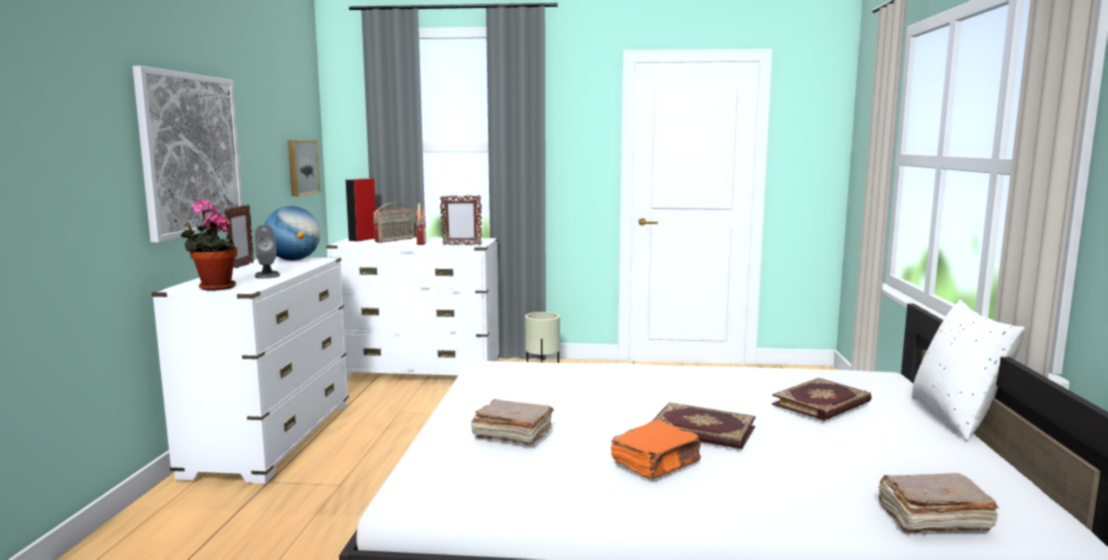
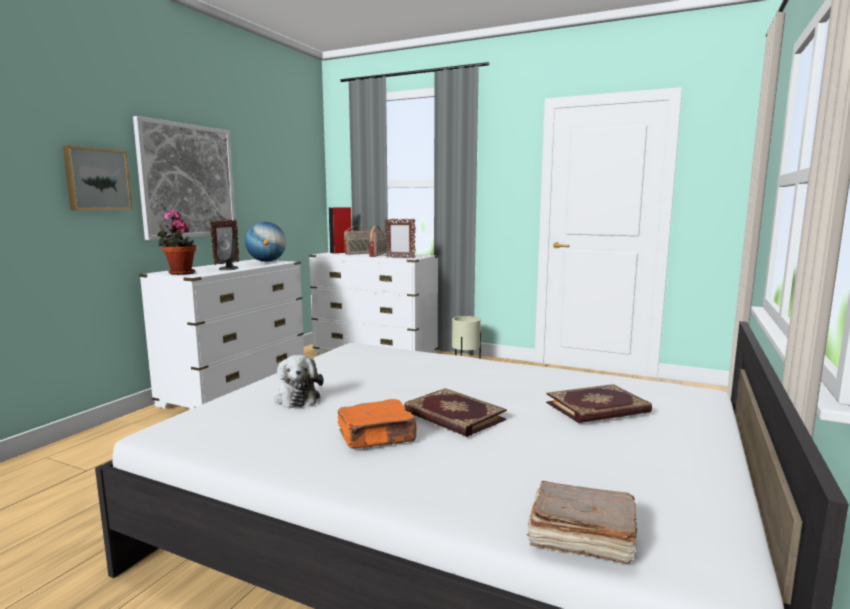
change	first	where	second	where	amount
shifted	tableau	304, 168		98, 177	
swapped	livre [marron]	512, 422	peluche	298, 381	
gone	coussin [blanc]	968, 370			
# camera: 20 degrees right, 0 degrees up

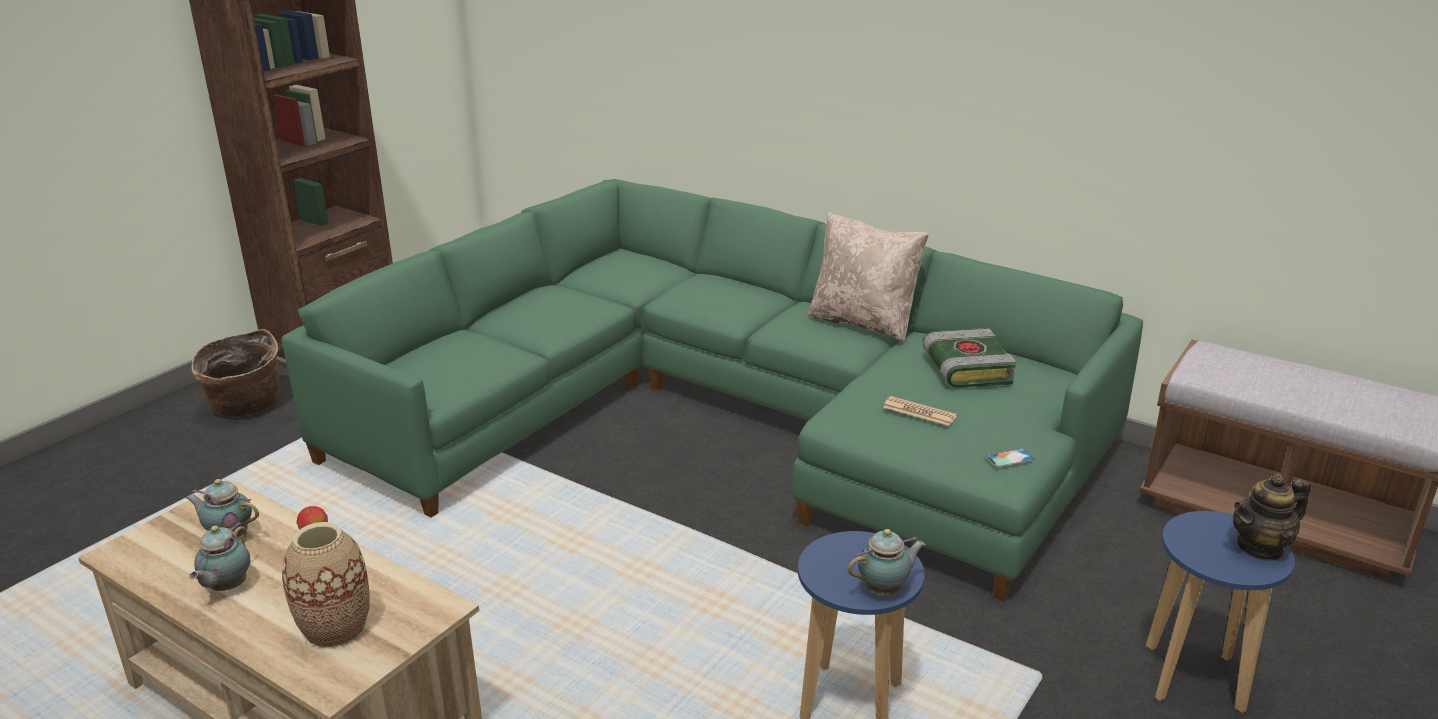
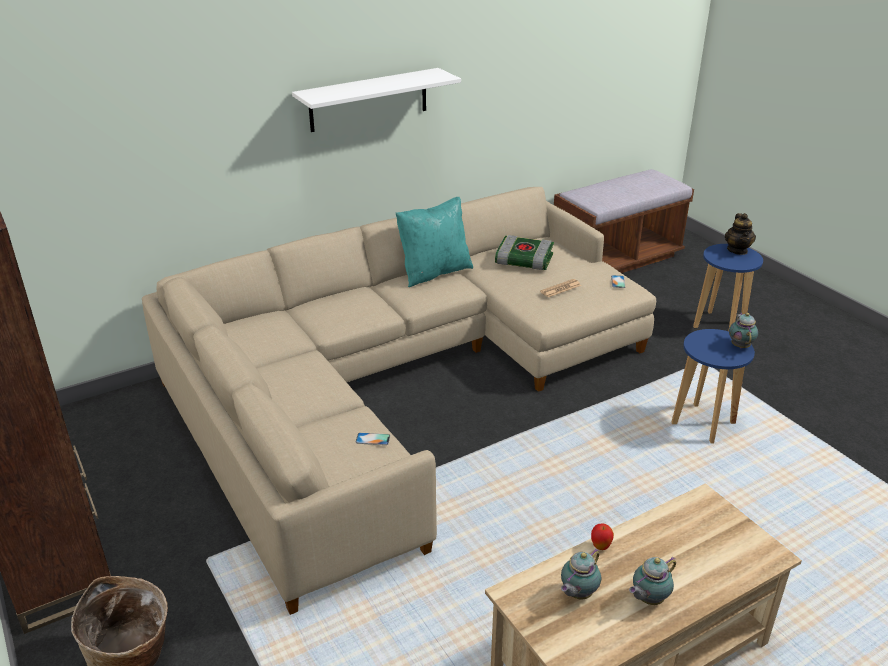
change	first	where	second	where	amount
repainted	canapé [vert]	712, 390	canapé [beige]	399, 401	
new			étagère [blanc]	376, 100	
new			téléphone	372, 439	
repainted	coussin [beige]	868, 277	coussin [turquoise]	434, 242	
rotated	théière	220, 556		652, 580	105 degrees clockwise
gone	vase	326, 585			
# camera: 65 degrees left, 5 degrees up

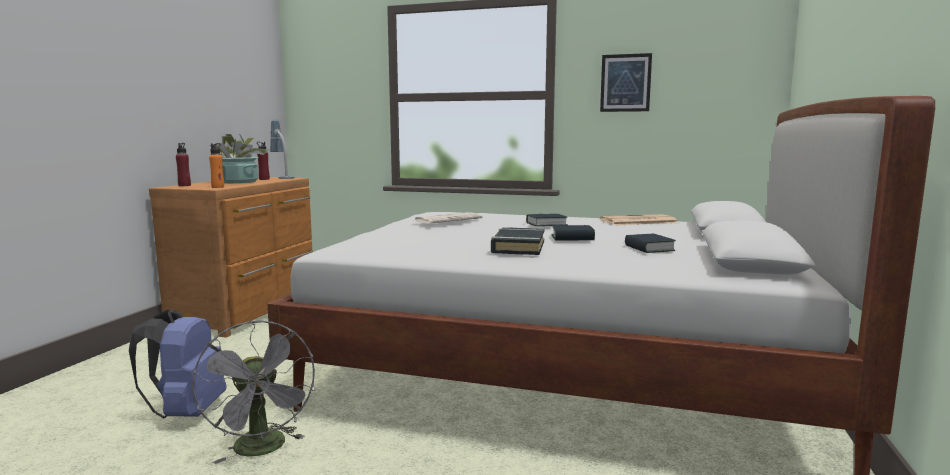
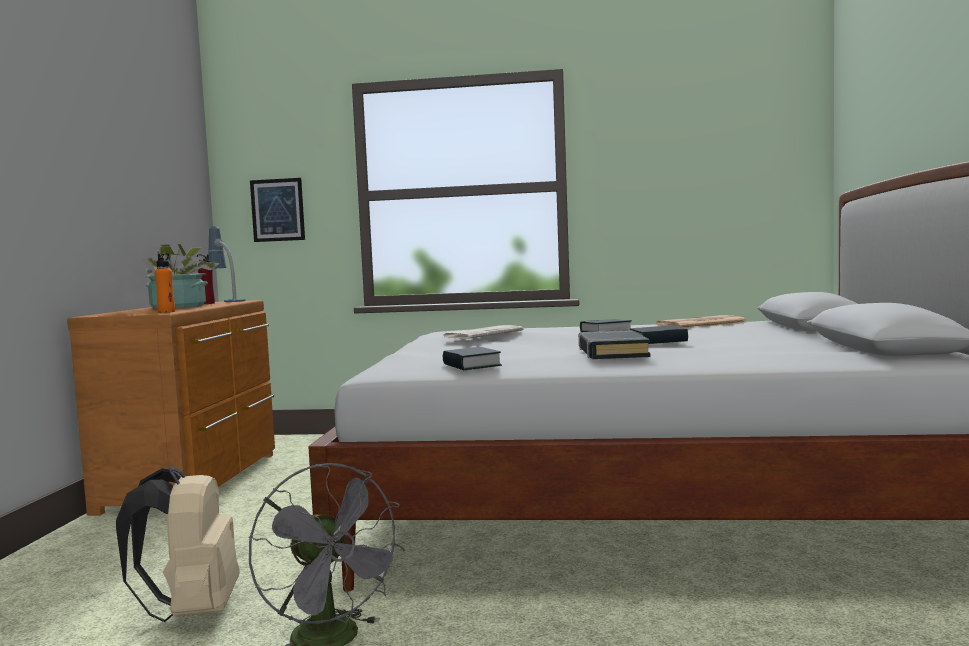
change	first	where	second	where	amount
repainted	sac à dos [bleu]	177, 363	sac à dos [beige]	178, 544	
shifted	tableau	626, 82		277, 210	
shifted	livre	650, 243		472, 358	
gone	bouteille [rouge]	183, 164			
# camera: 10 degrees left, 5 degrees down

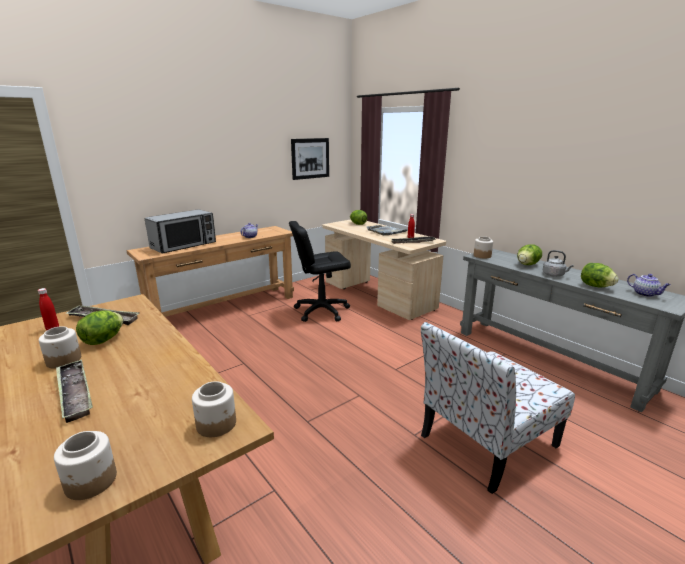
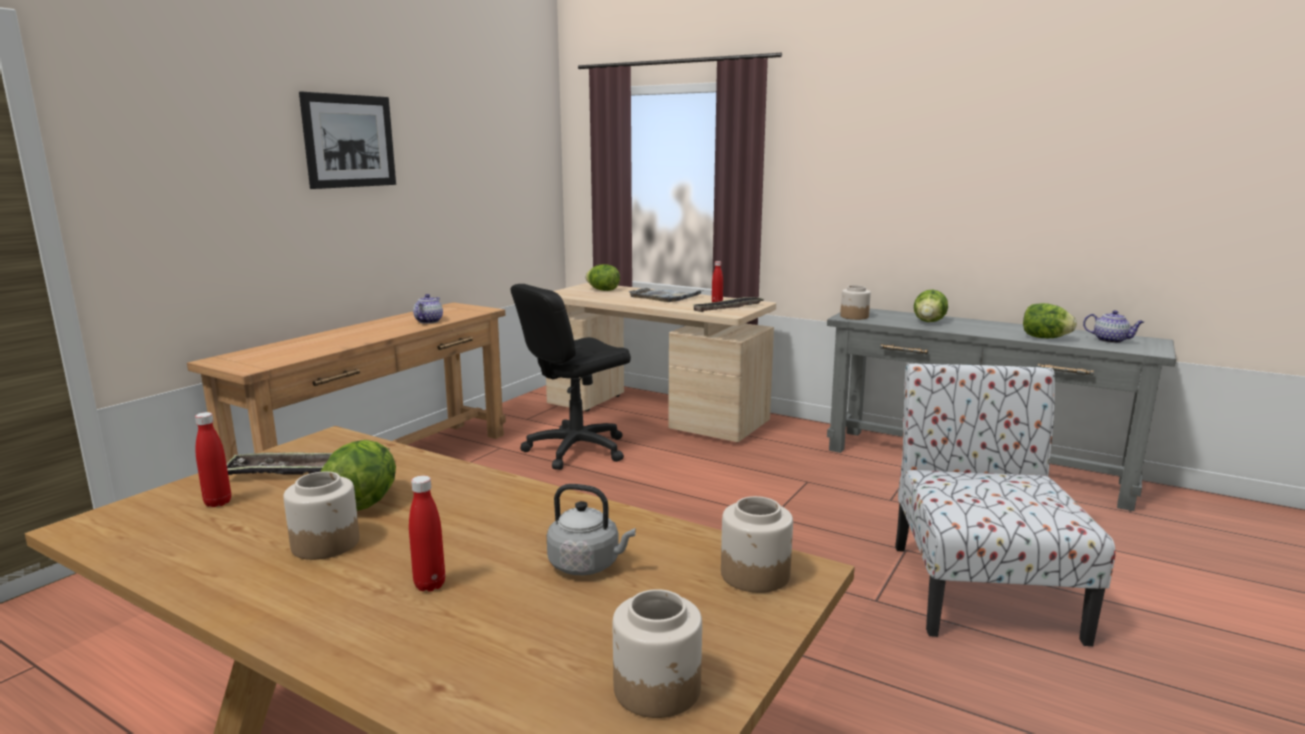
change	first	where	second	where	amount
shifted	tableau	310, 159		347, 140	
swapped	plateau	74, 391	bouteille [rouge]	427, 534	
shifted	bouilloire [gris]	558, 263		591, 529	
rotated	chaise	498, 408		1005, 505	150 degrees clockwise
gone	micro-ondes	180, 231			
# camera: 20 degrees left, 5 degrees down

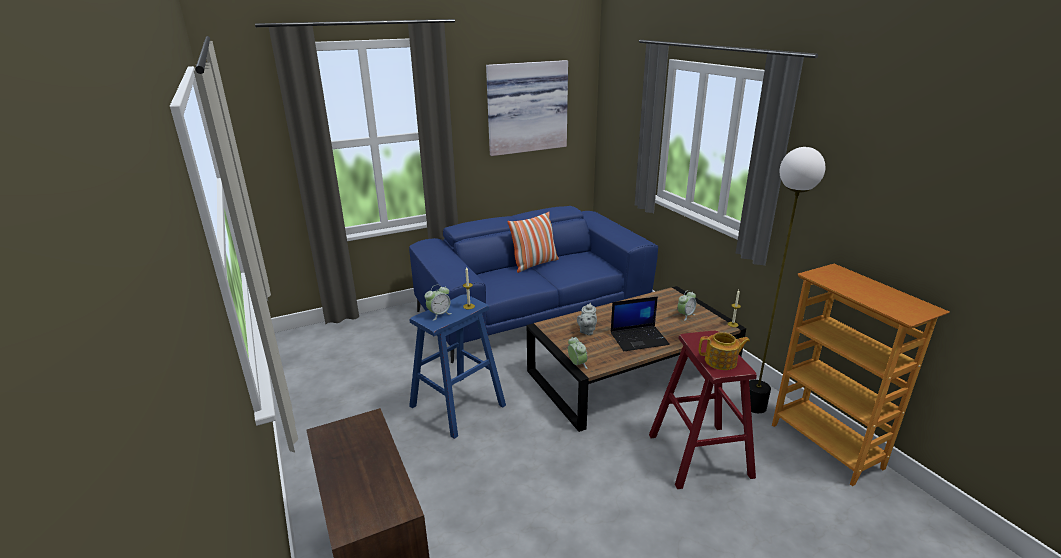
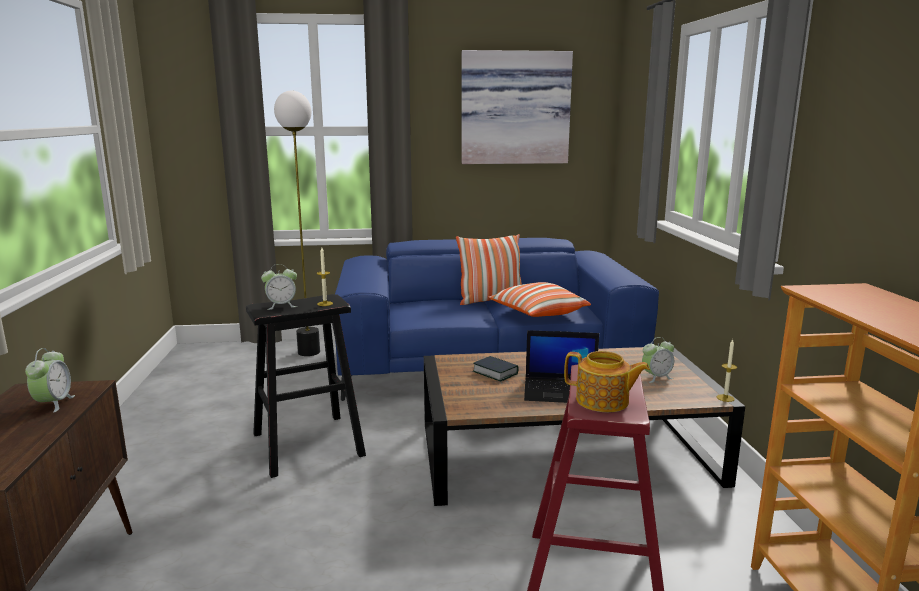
change	first	where	second	where	amount
shifted	réveil	578, 353		50, 380	
repainted	tabouret [bleu]	457, 366	tabouret [noir]	306, 386	
shifted	lampadaire	787, 280		297, 223	
swapped	théière [gris]	587, 319	livre	496, 369	
new			coussin	539, 299	
# camera: 20 degrees right, 10 degrees down

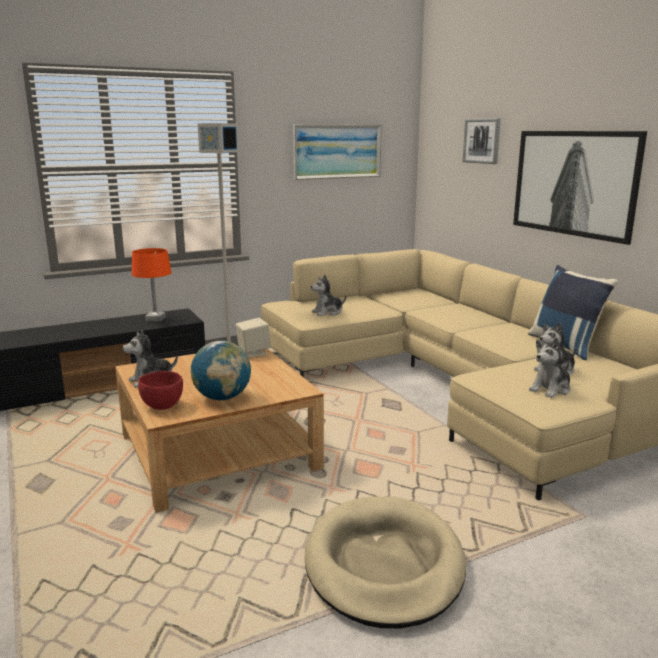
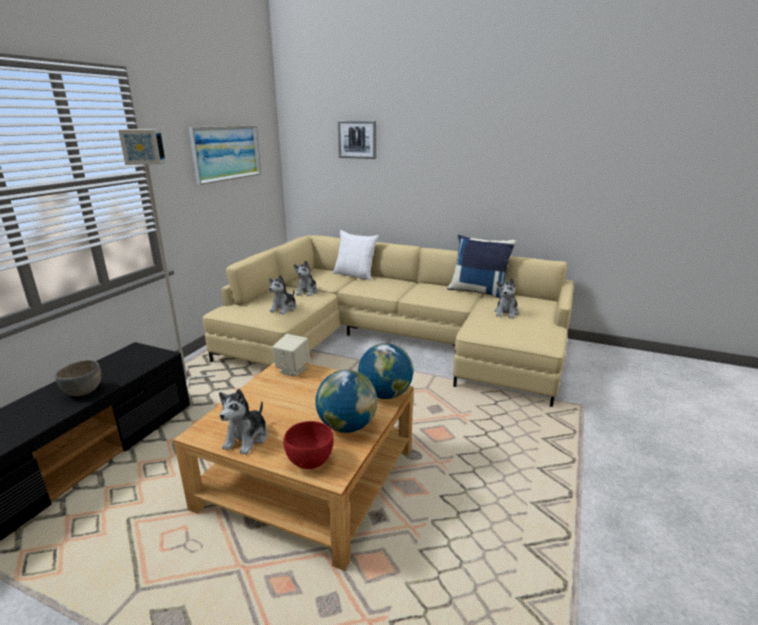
change	first	where	second	where	amount
new			bol [gris]	78, 378	
shifted	peluche	549, 368		306, 278	
new			coussin [blanc]	356, 255	
new			globe	385, 371	
gone	lampe de table [orange]	152, 285			
gone	panier pour chien [beige]	385, 562			
gone	tableau	580, 188			
# camera: 40 degrees left, 5 degrees up

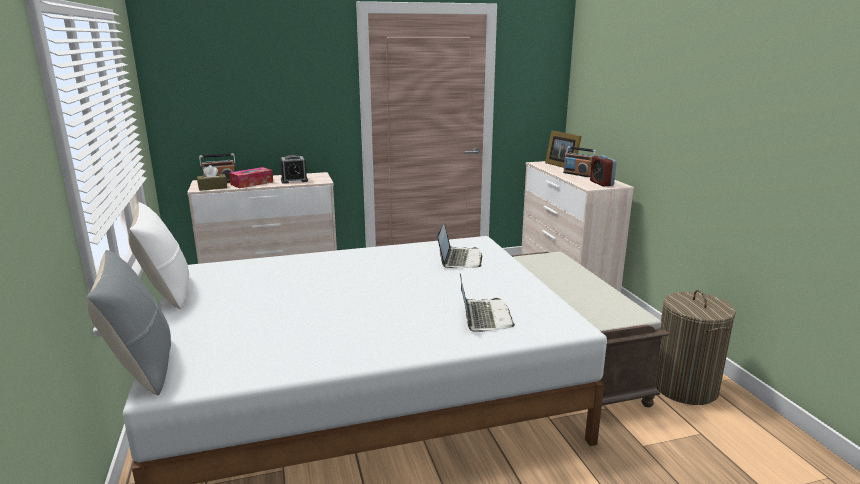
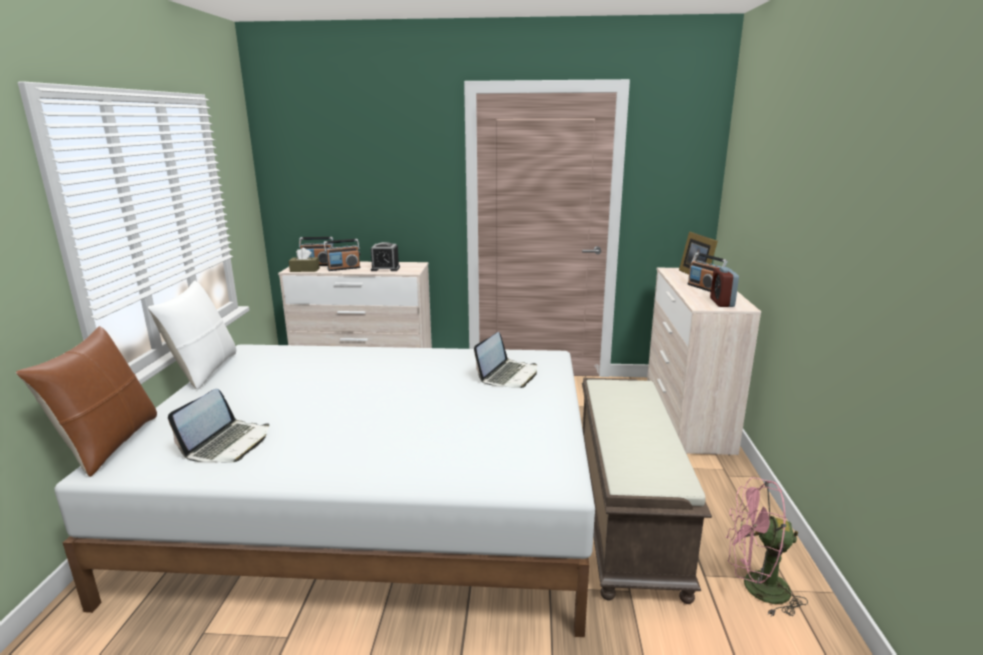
change	first	where	second	where	amount
repainted	coussin [gris]	129, 322	coussin [marron]	86, 401	
shifted	ordinateur portable	487, 303		218, 426	
swapped	boîte à mouchoirs	251, 177	radio	342, 255	
swapped	panier à linge	695, 347	ventilateur [rose]	767, 546	
# camera: 20 degrees right, 0 degrees up

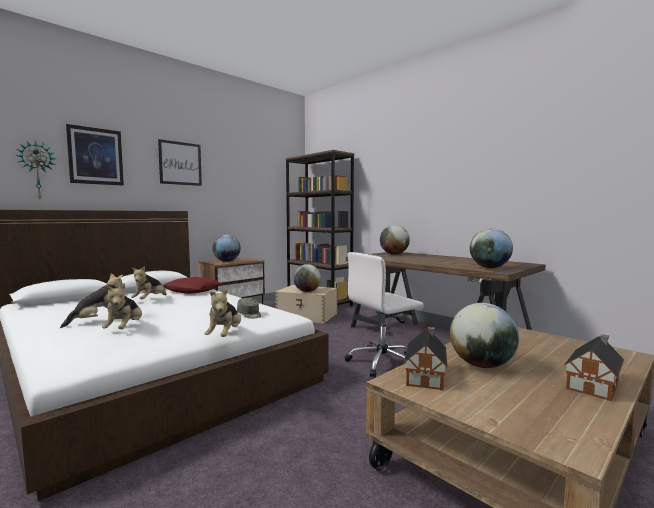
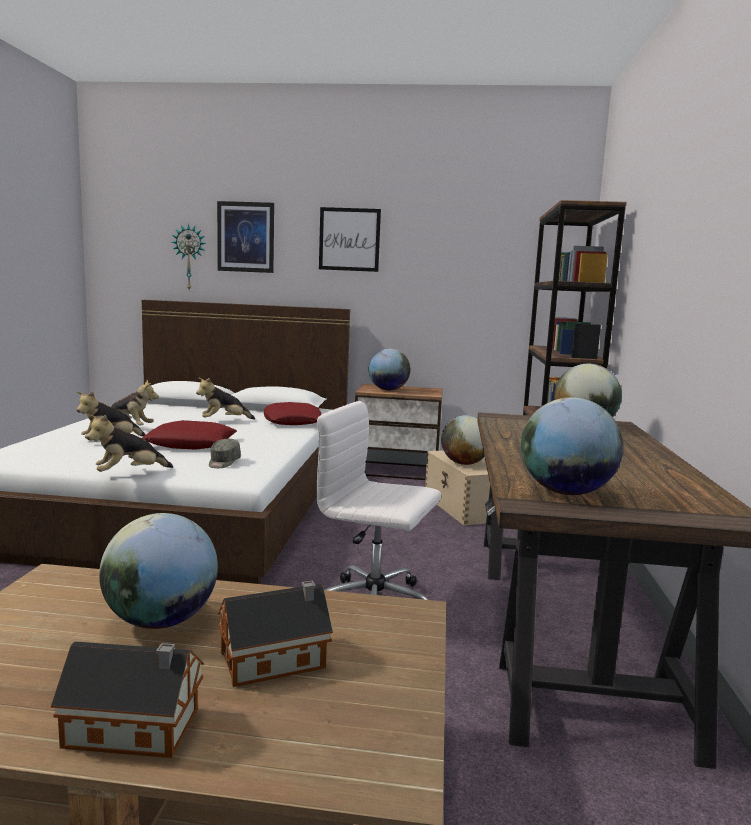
change	first	where	second	where	amount
new			coussin [rouge]	189, 435	
shifted	maison miniature	426, 359		275, 634	
# camera: 50 degrees right, 5 degrees up

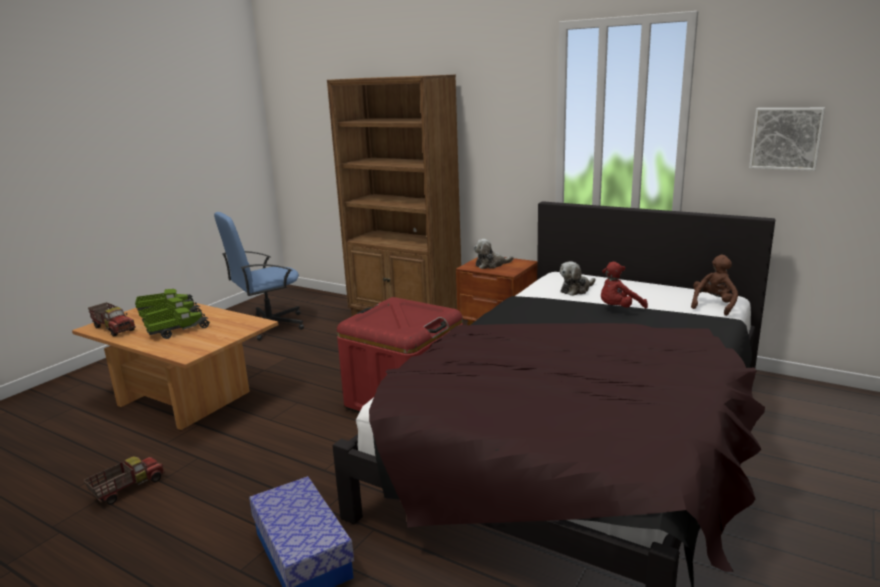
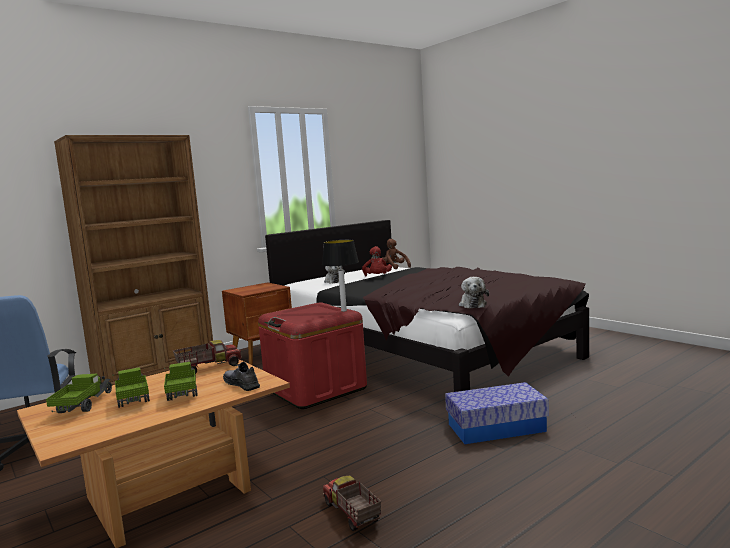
change	first	where	second	where	amount
shifted	camion jouet	112, 319		207, 357	
new			chaussure [gris]	241, 376	
new			lampe de table	340, 276	
shifted	peluche	494, 254		474, 292	
gone	tableau	787, 139			
# camera: 70 degrees left, 10 degrees down

